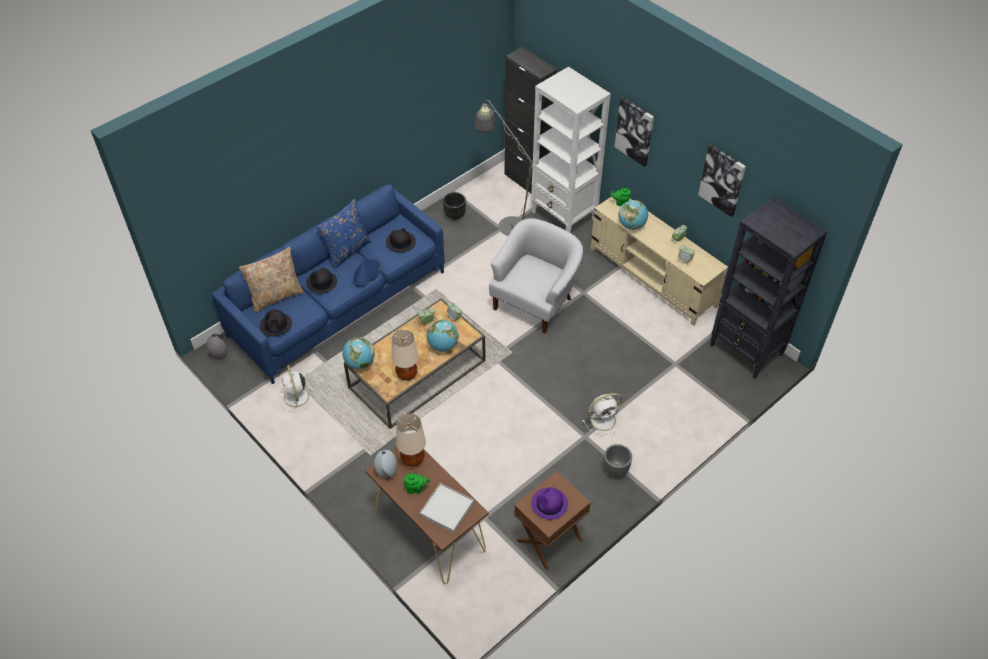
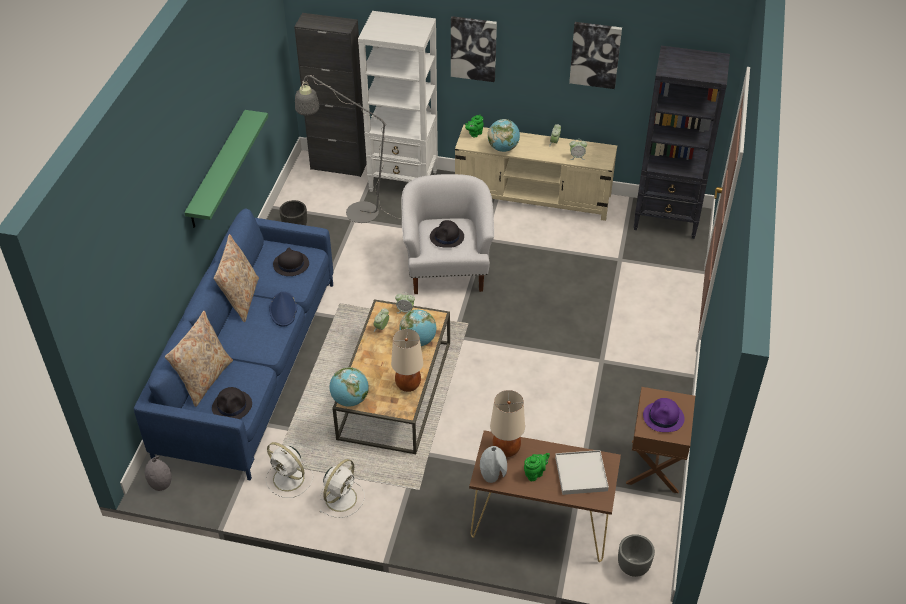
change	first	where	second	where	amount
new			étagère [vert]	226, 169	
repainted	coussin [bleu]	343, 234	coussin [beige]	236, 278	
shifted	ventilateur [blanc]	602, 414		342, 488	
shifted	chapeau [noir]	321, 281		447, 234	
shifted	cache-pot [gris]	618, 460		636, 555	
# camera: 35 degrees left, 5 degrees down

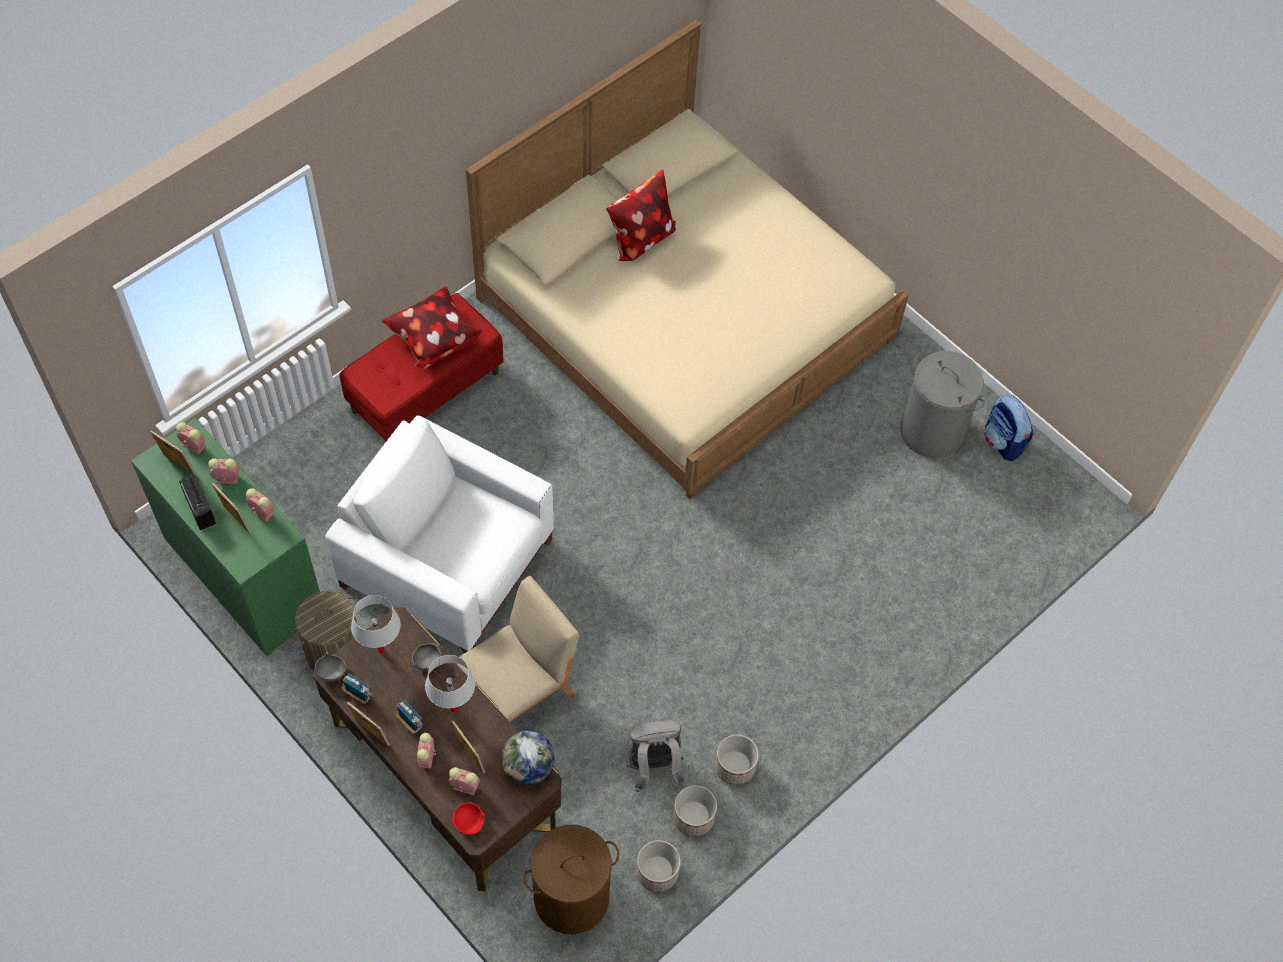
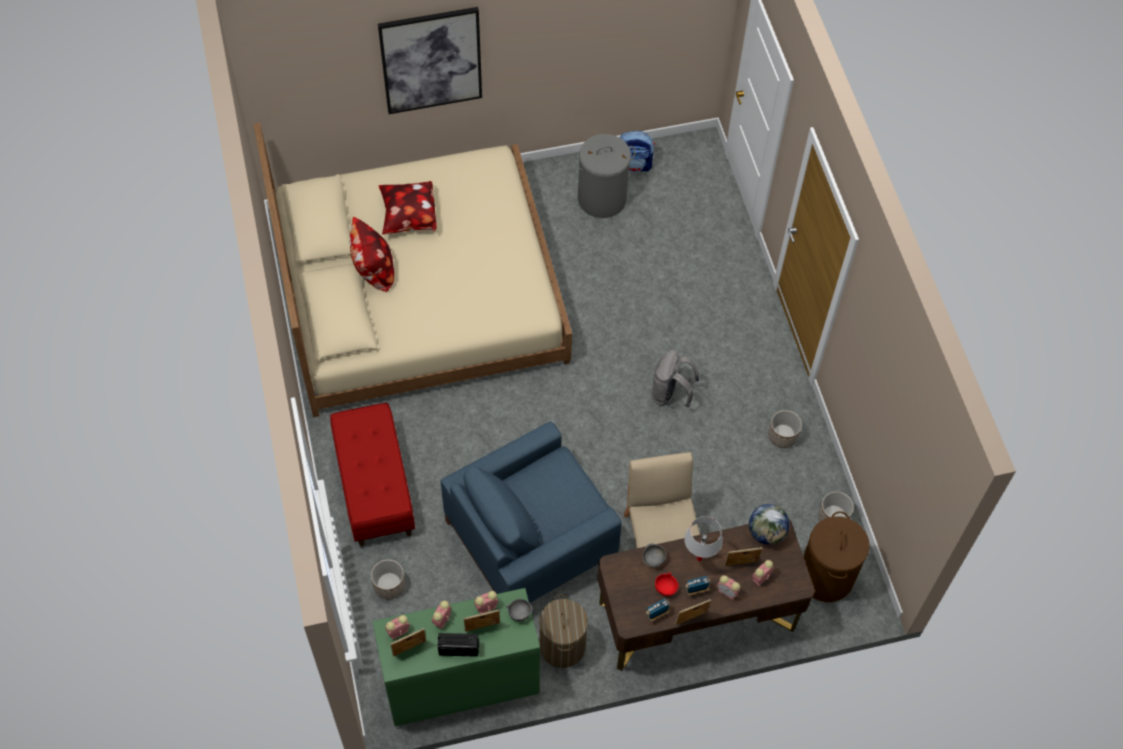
change	first	where	second	where	amount
shifted	cache-pot	695, 810		388, 579	
new			tableau	430, 60	
shifted	coussin	431, 327		408, 208	
repainted	fauteuil [blanc]	440, 534	fauteuil [bleu]	531, 512	
shifted	bol [gris]	330, 667		519, 610	
shifted	sac à dos [gris]	655, 756		675, 378	
shifted	bol [rouge]	469, 818		667, 584	
gone	lampe de table [blanc]	376, 624			
# camera: 60 degrees left, 0 degrees up

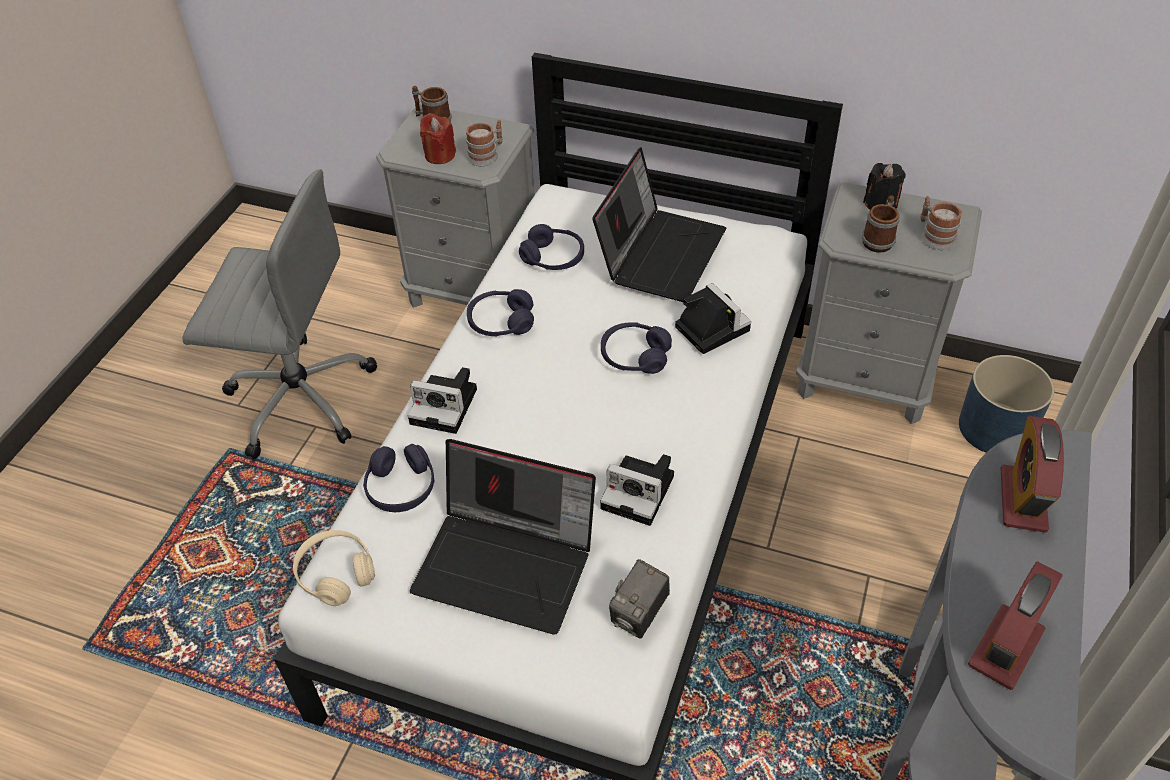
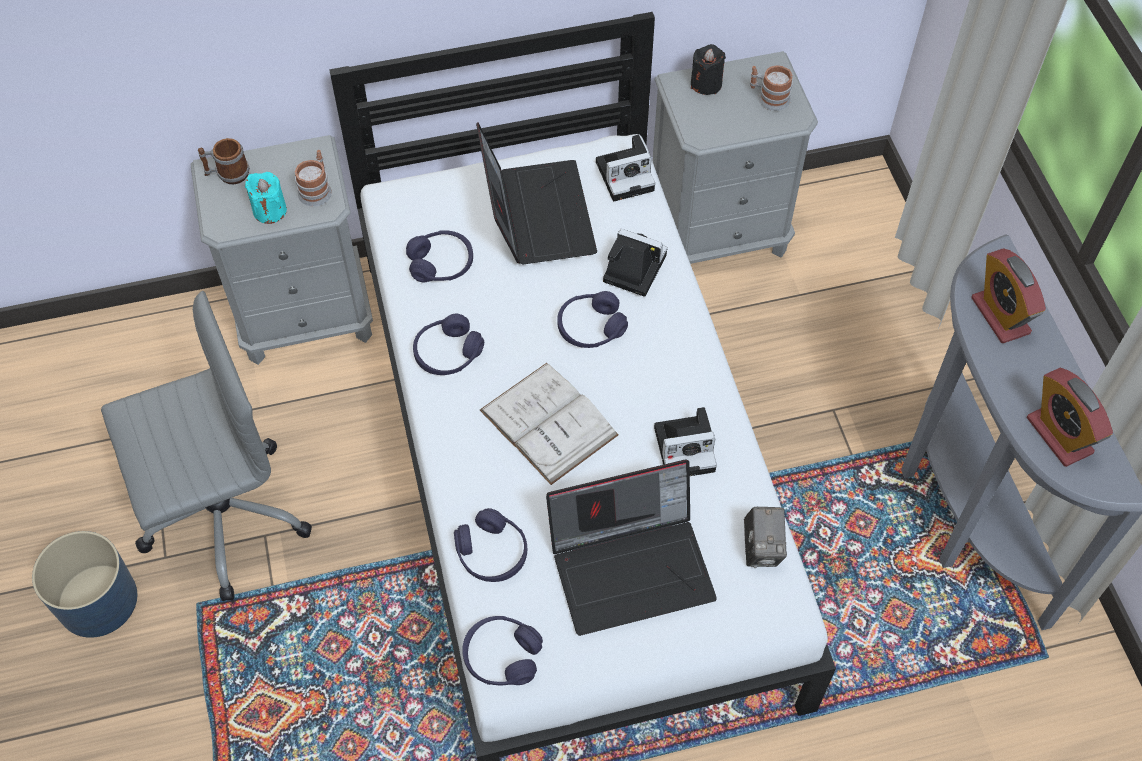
change	first	where	second	where	amount
shifted	cache-pot [bleu]	1006, 404		84, 584	
repainted	bougie [rouge]	438, 138	bougie [turquoise]	266, 198	
repainted	casque audio [beige]	334, 568	casque audio [violet]	502, 650	
new			livre [blanc]	549, 424	
shifted	appareil photo	442, 400		625, 168	
rotated	réveil	1015, 626		1070, 417	150 degrees clockwise
gone	mug	881, 224			
# camera: 35 degrees left, 10 degrees up

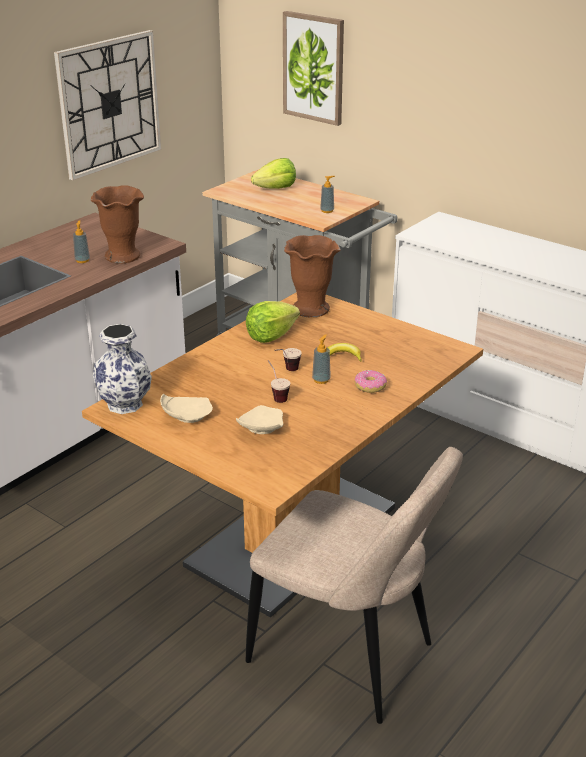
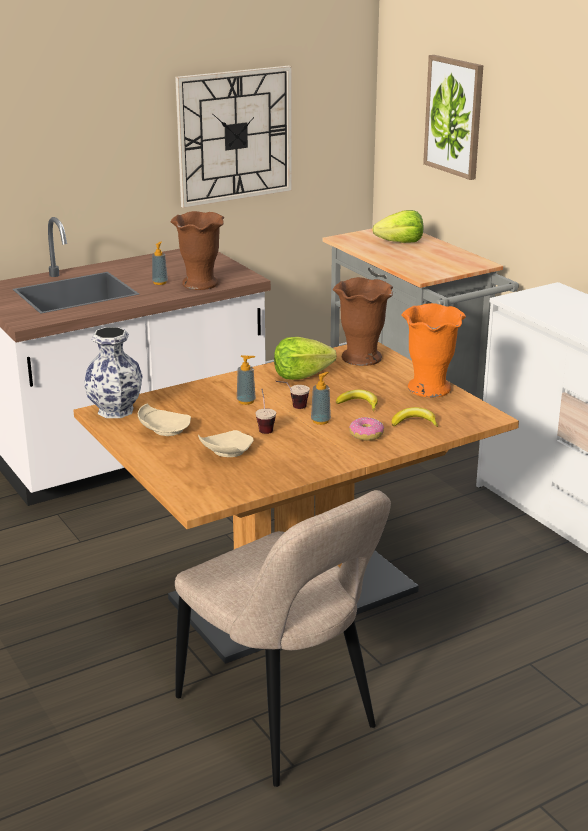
change	first	where	second	where	amount
shifted	distributeur de savon	327, 194		246, 380	
new			banane	415, 417	
new			vase [orange]	433, 350	
# camera: 20 degrees right, 5 degrees down

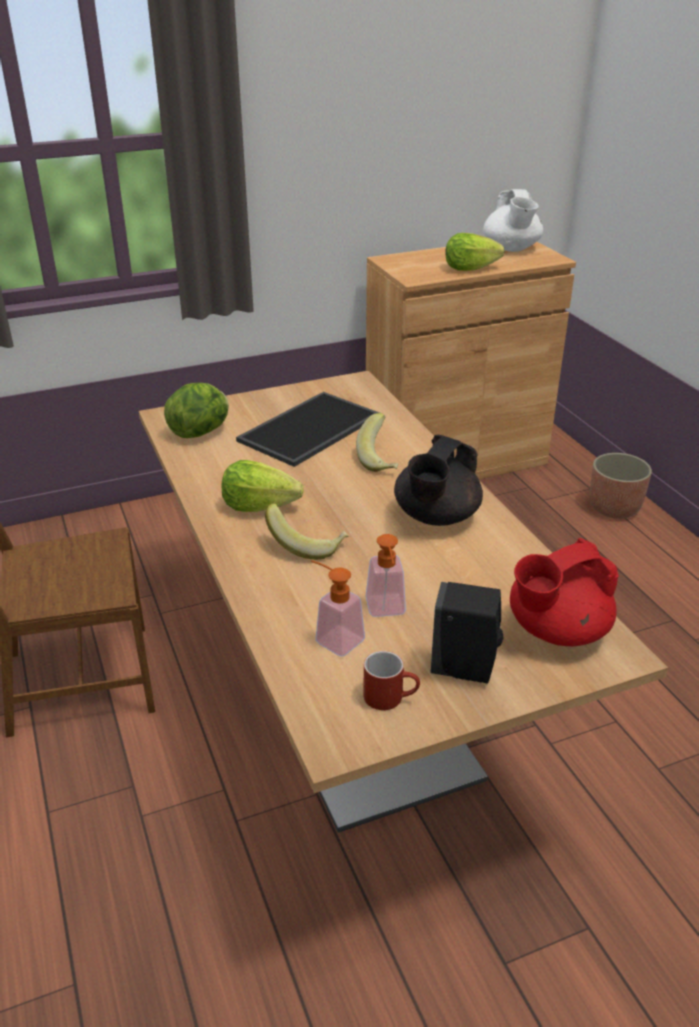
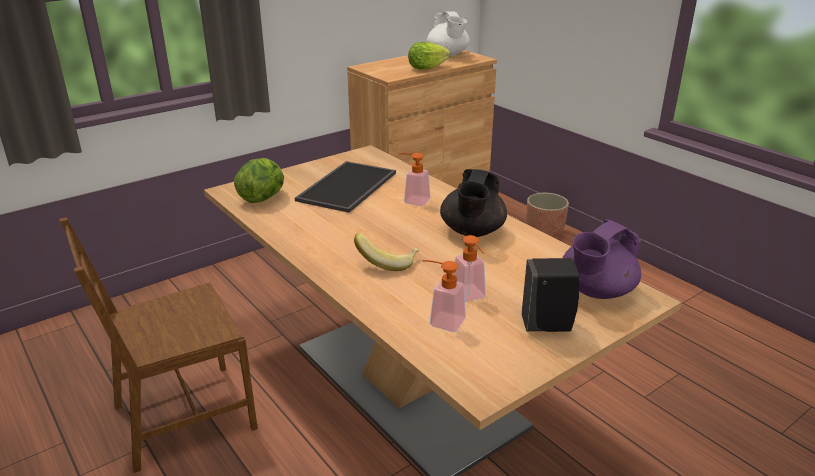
change	first	where	second	where	amount
swapped	banane	377, 442	distributeur de savon	414, 179	
repainted	théière [rouge]	564, 592	théière [violet]	602, 259	
gone	laitue	262, 486			
gone	mug [rouge]	391, 680			
# camera: 15 degrees left, 5 degrees down

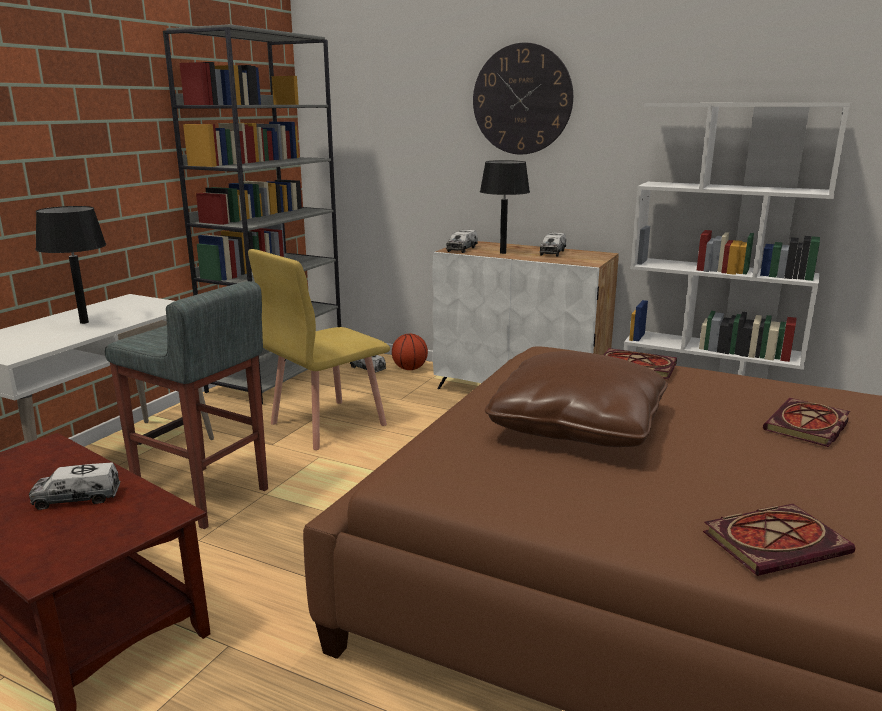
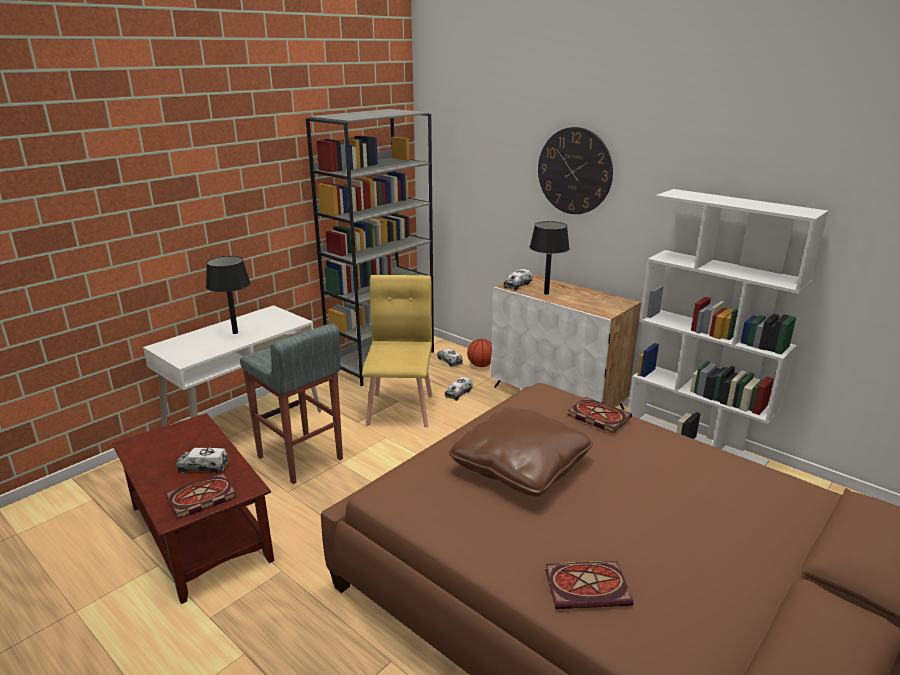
change	first	where	second	where	amount
shifted	livre	806, 422		201, 496	
rotated	chaise [jaune]	319, 349		397, 351	120 degrees clockwise
shifted	camion jouet	552, 245		459, 388	
# camera: 15 degrees right, 5 degrees up

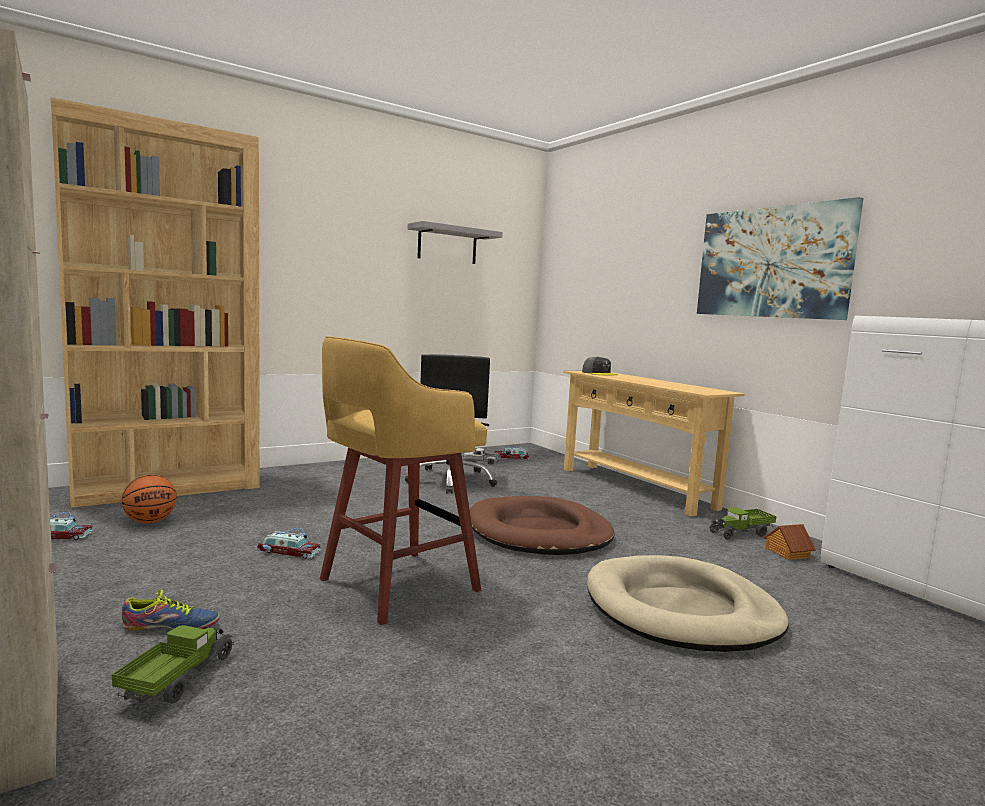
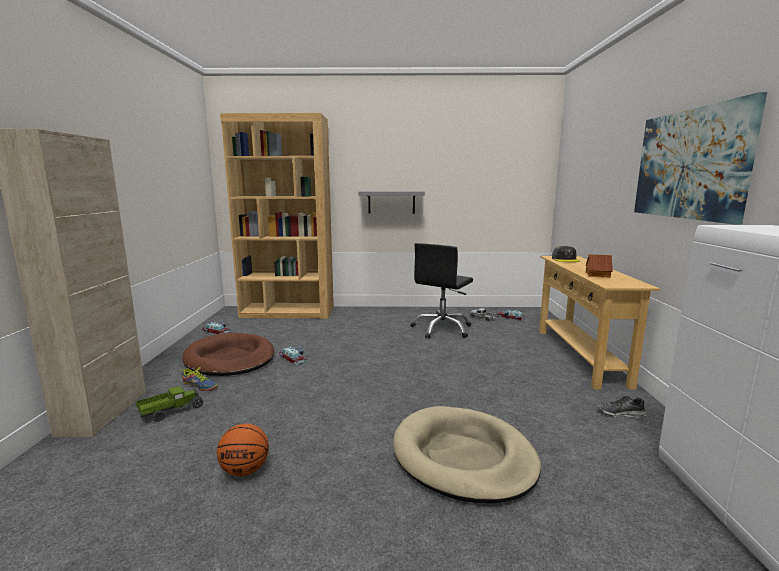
change	first	where	second	where	amount
shifted	panier pour chien [marron]	542, 525		228, 354	
shifted	ballon de basket	149, 499		243, 450	
shifted	étagère [gris]	455, 242		391, 202	
shifted	maison miniature	789, 542		599, 266	
swapped	camion jouet	743, 523	chaussure	622, 407	
gone	tabouret [jaune]	403, 480			
# camera: 35 degrees right, 5 degrees up

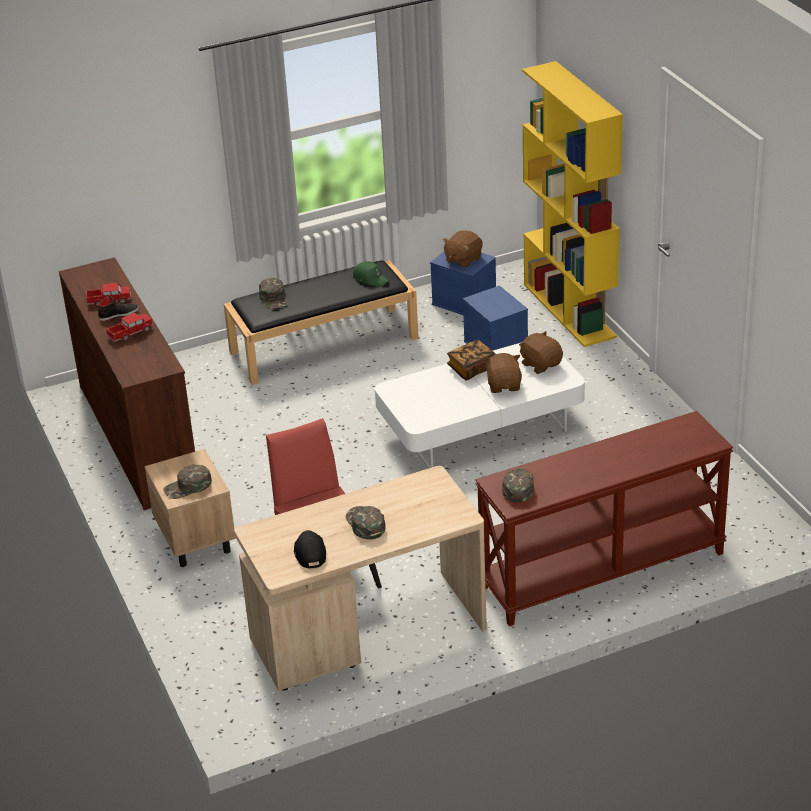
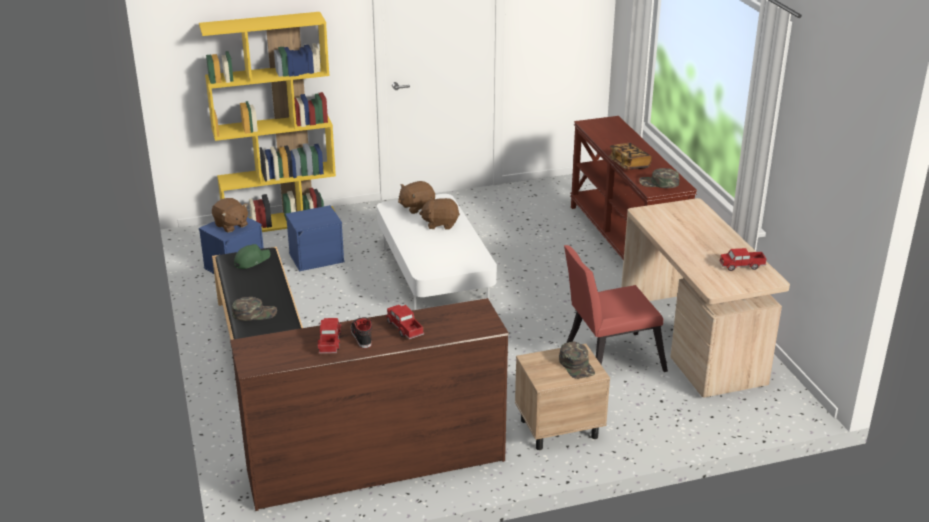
change	first	where	second	where	amount
shifted	livre	471, 360		630, 156	
swapped	casquette [noir]	310, 549	camion jouet	742, 259	
gone	casquette [vert]	365, 522			
# camera: 85 degrees left, 5 degrees down

